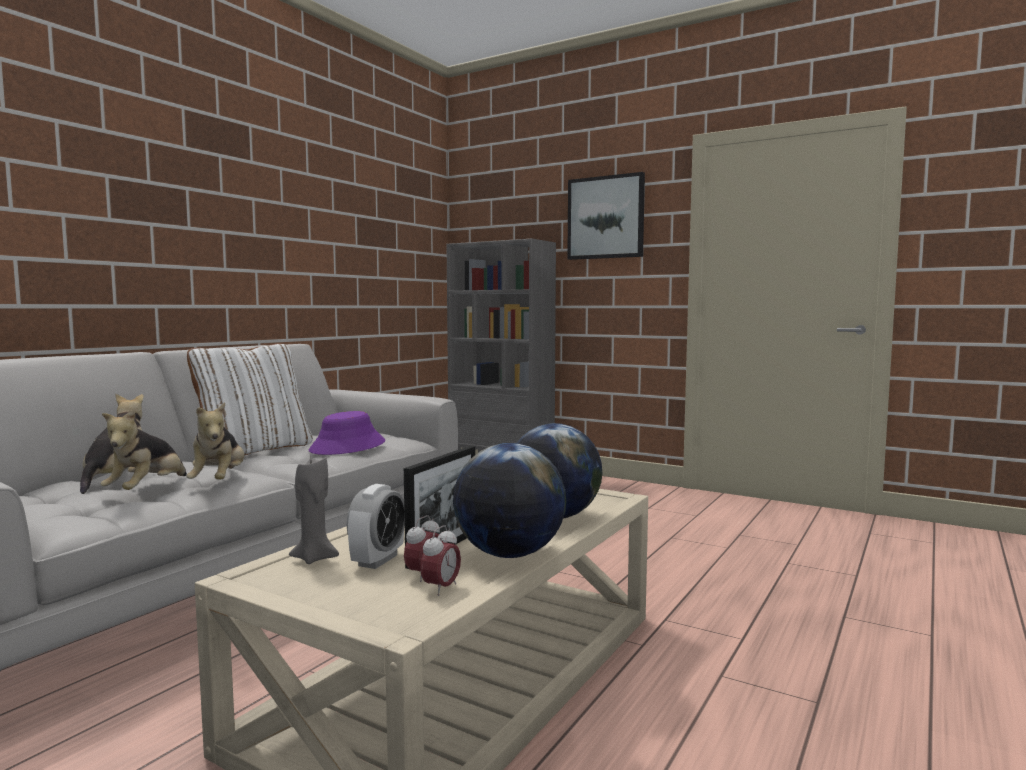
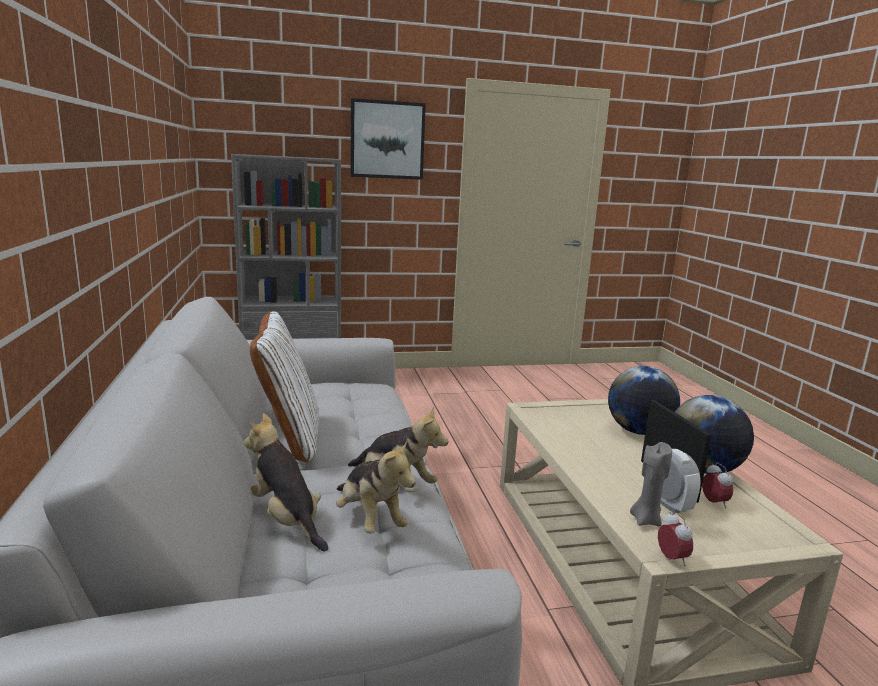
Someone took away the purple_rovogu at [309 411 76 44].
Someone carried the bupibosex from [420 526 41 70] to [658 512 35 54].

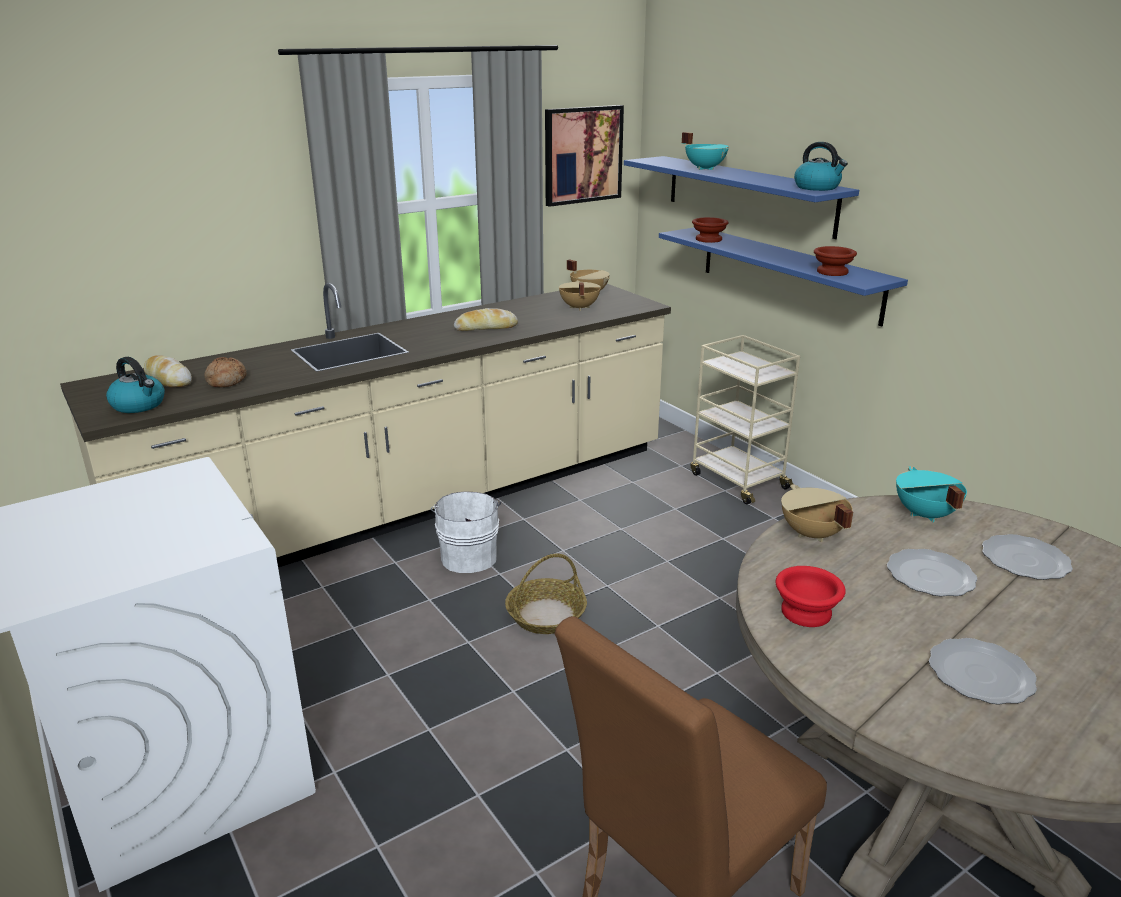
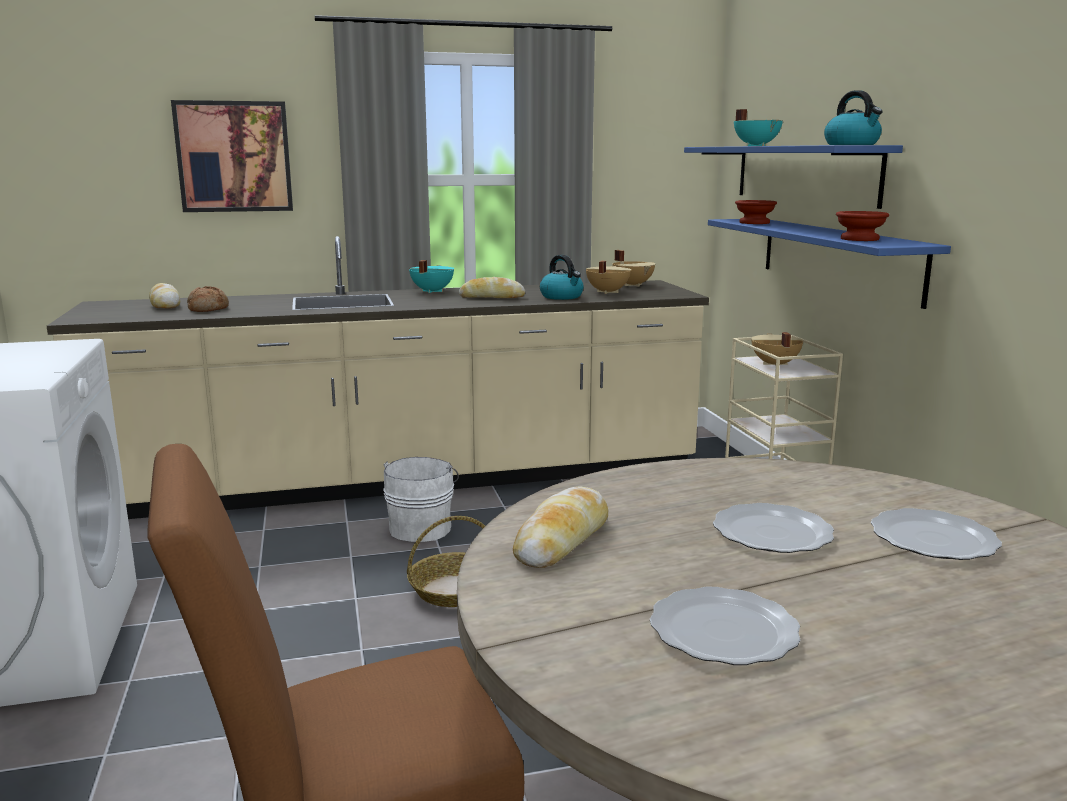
Someone carried the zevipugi from [106 357 59 56] to [540 255 44 45].
Someone carried the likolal from [545 105 79 102] to [171 100 122 112].
Someone carried the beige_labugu from [781 484 72 58] to [751 332 52 34].
Someone carried the turquoise_labugu from [896 466 71 56] to [409 260 45 33].
Someone swapped the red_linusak at [776 566 70 61] for the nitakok at [513 487 95 81].

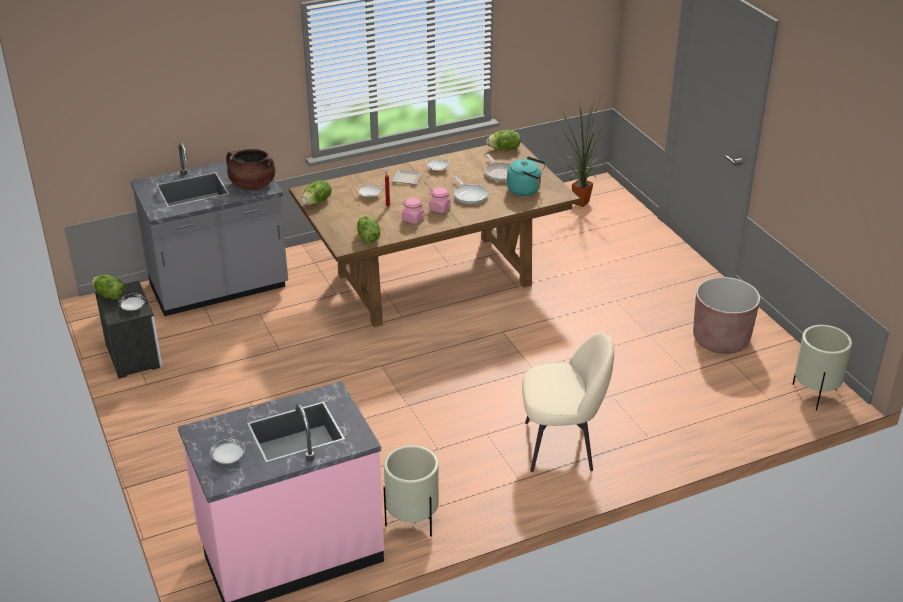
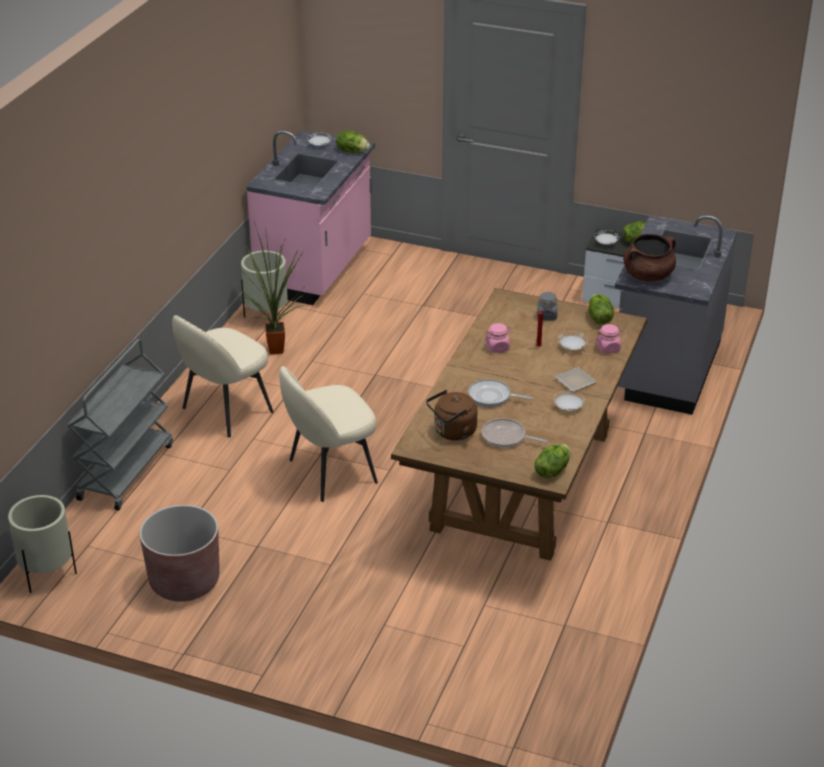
Someone put down the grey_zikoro at [67 339 106 171].
Someone put down the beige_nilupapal at [279 366 99 136].
Someone put down the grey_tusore at [537 292 21 28].
Someone carried the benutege from [357 216 23 27] to [336 131 34 22].
Someone carried the pink_tusore from [429 187 22 26] to [596 324 27 30].
Someone carried the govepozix from [557 100 55 107] to [237 222 68 132].
Someone repainted the turquoise_zevipugi at [507 156 39 40], which became the brown_zevipugi at [426 390 51 51].

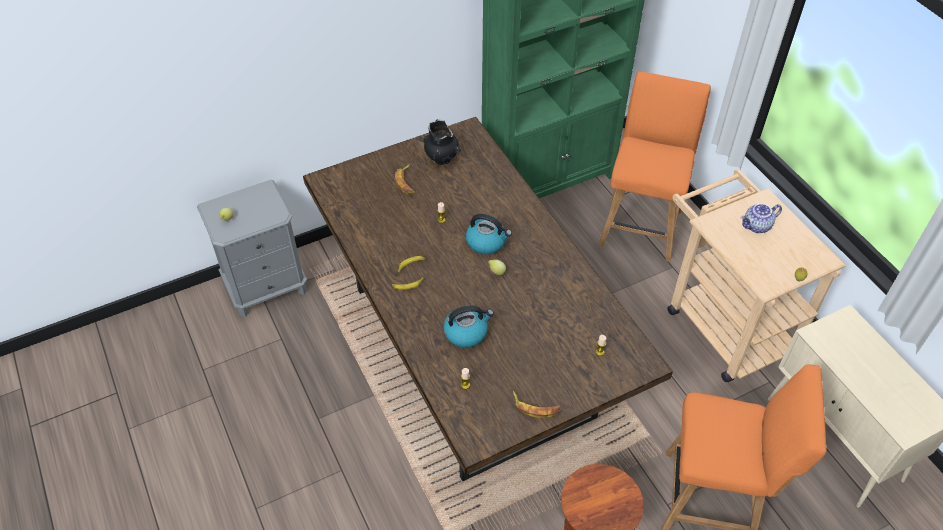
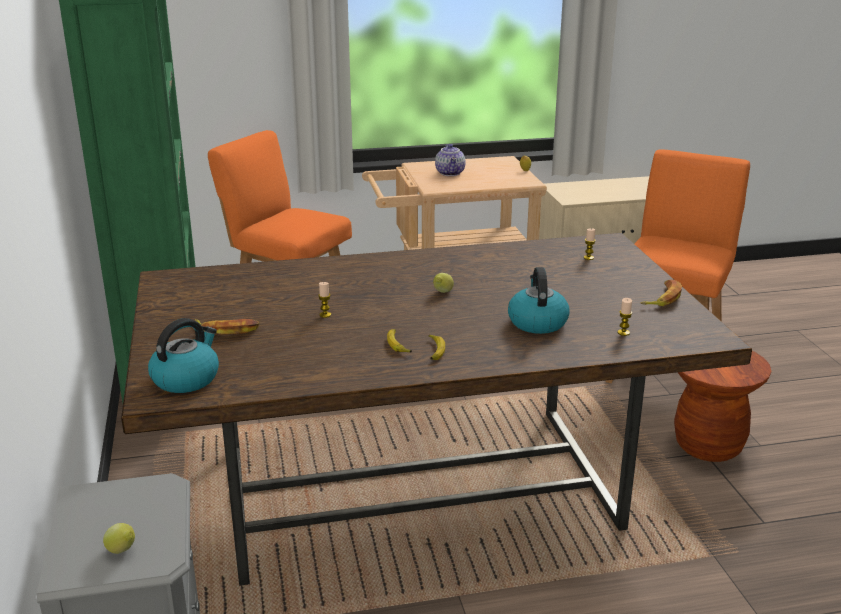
Someone took away the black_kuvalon at [423 119 38 46].
Someone carried the zevipugi from [466 214 46 40] to [148 318 71 75].

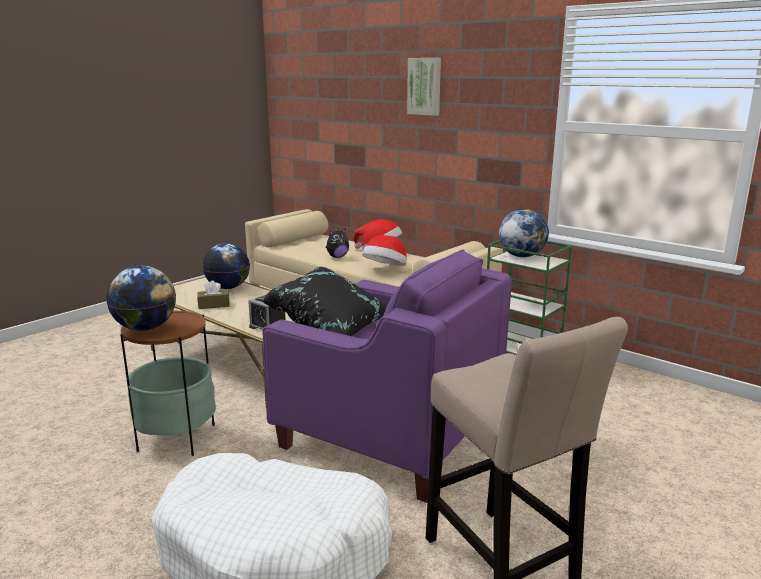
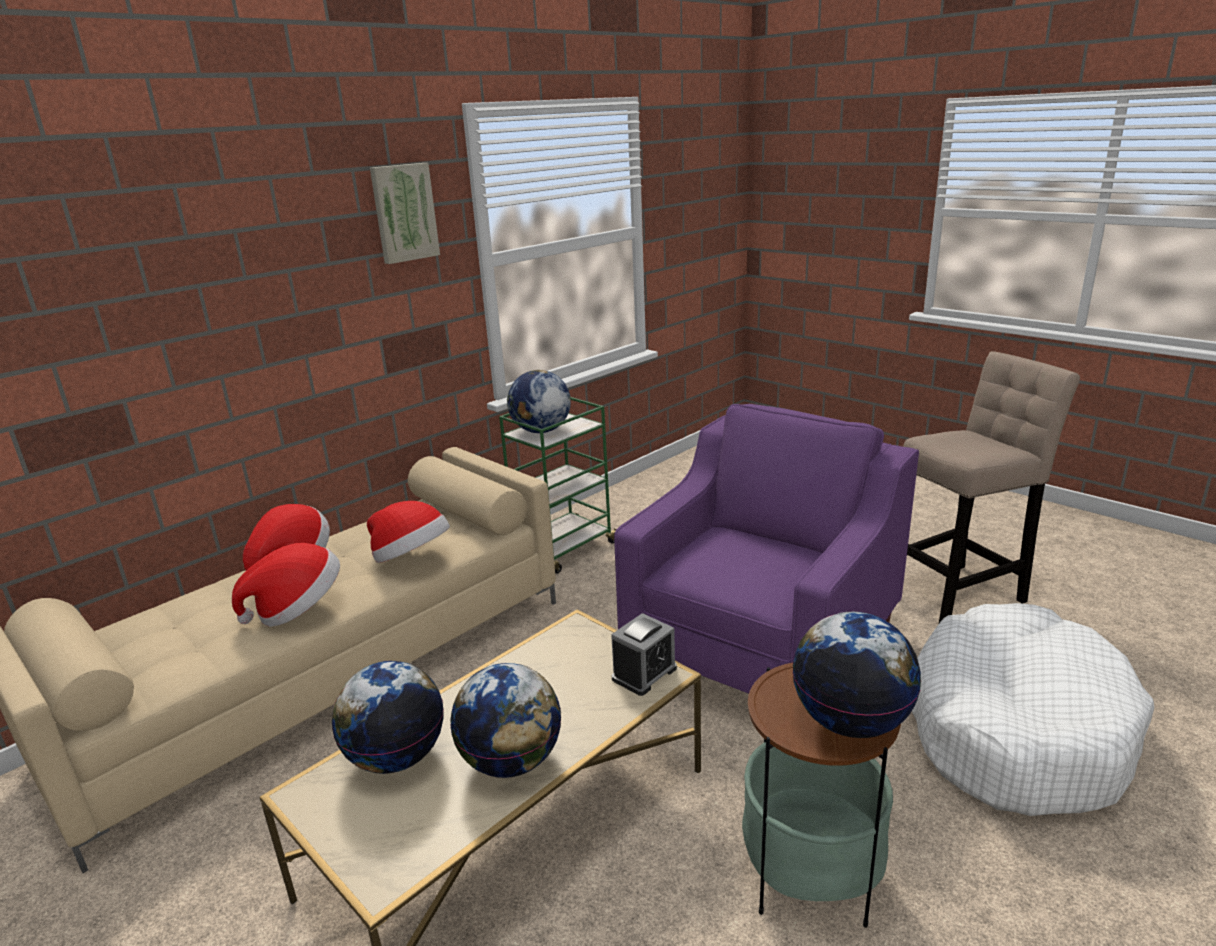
Someone took away the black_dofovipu at [262 267 125 69].
Someone carried the likolal from [407 58 34 58] to [370 163 70 101].
Someone swapped the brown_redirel at [197 281 33 28] for the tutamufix at [450 663 111 115].
Someone swapped the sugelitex at [326 228 23 30] for the rovogu at [232 543 108 84].

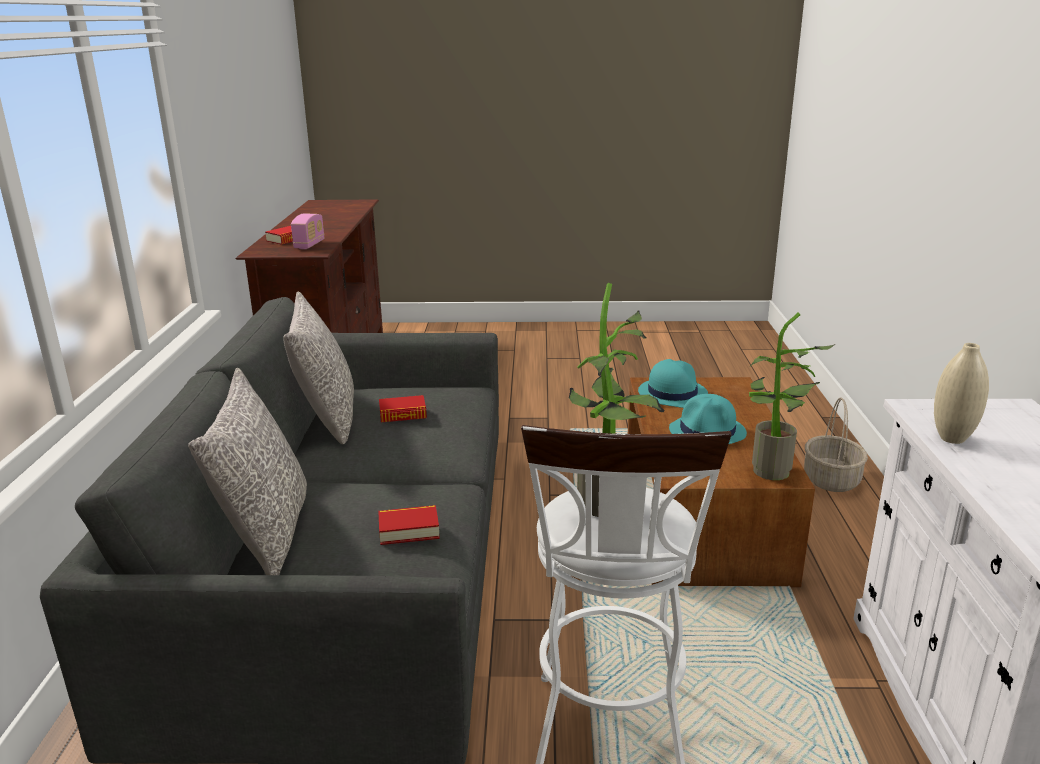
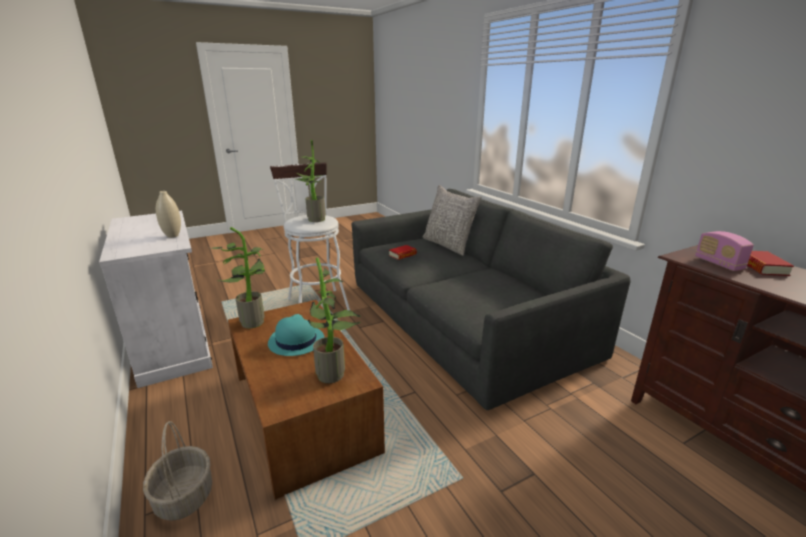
Someone took away the grey_dofovipu at [283 291 71 153].
Someone took away the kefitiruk at [379 395 48 27].
Someone swapped the turquoise_rovogu at [638 359 70 49] for the govepozix at [307 258 54 125].

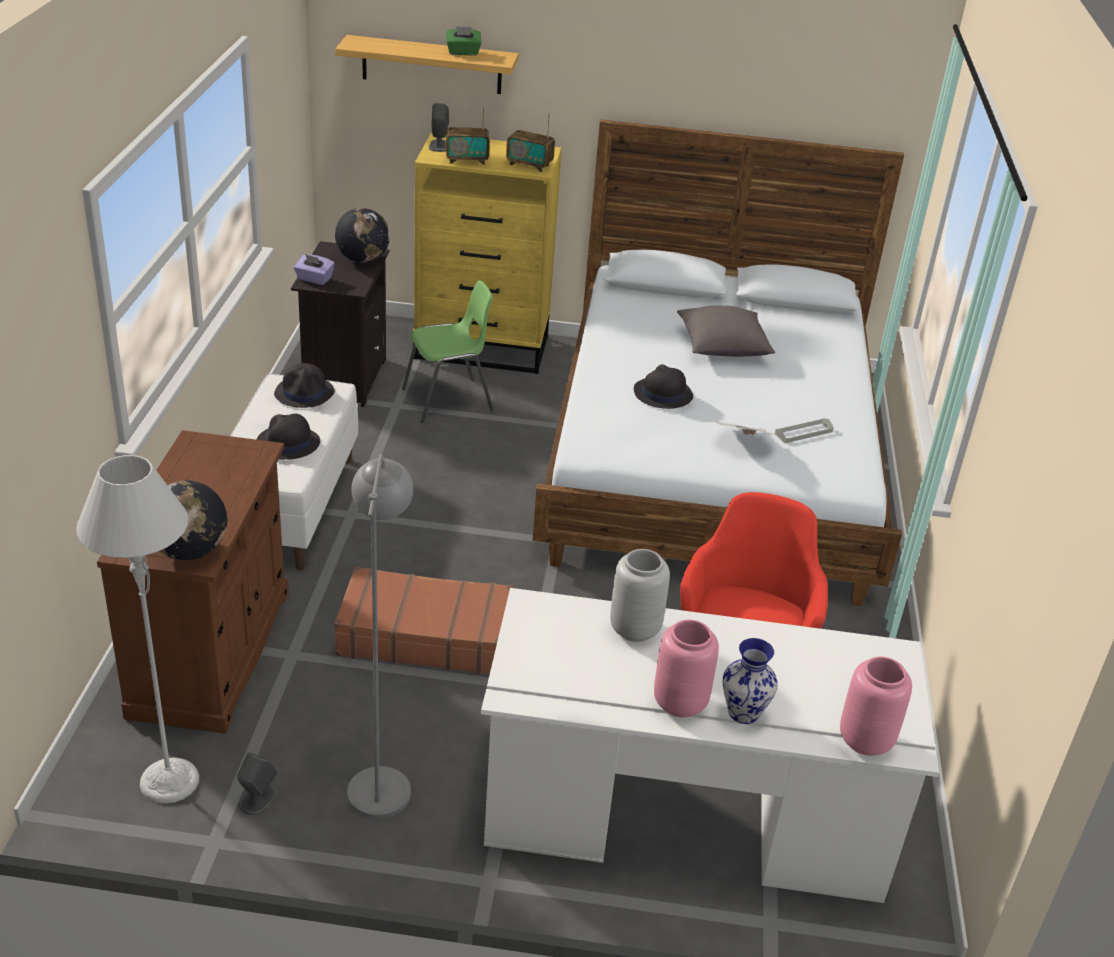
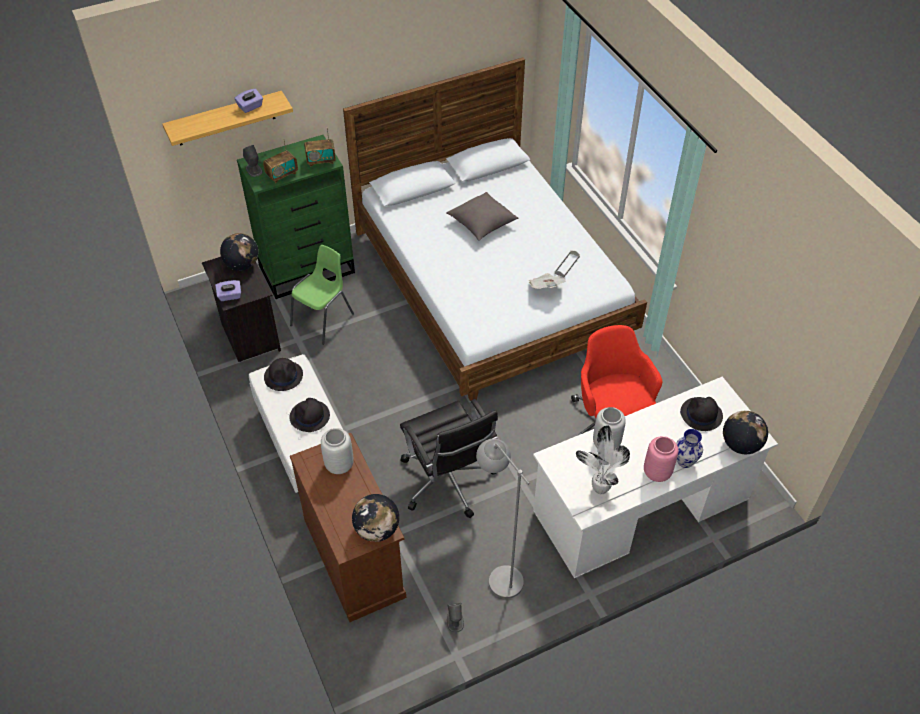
Someone took away the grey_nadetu at [76 455 123 349].
Someone put down the grey_kuvalon at [321 428 33 46].
Someone put down the govepozix at [576 425 54 69].
Someone carried the black_rovogu from [634 364 59 45] to [680 397 43 34].
Someone swapped the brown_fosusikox at [334 567 180 107] for the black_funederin at [400 399 98 119].
Someone swapped the pink_kuvalon at [840 656 72 100] for the tutamufix at [723 411 45 43].
Someone repainted the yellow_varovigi at [413 133 149 241], which became the green_varovigi at [237 135 118 164].
Someone repainted the green_redirel at [446 26 35 30], which became the purple_redirel at [235 89 28 24].

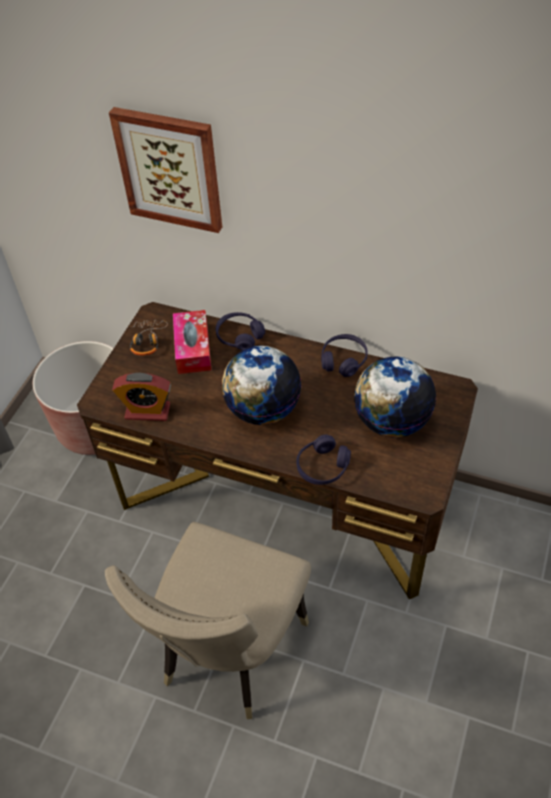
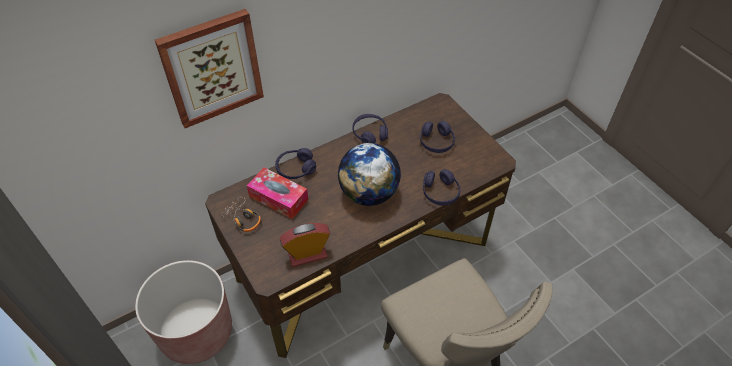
Someone swapped the tutamufix at [354 356 82 82] for the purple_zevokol at [420 121 35 32].
Someone rotated the bupibosex at [112 373 59 48] by 150 degrees counterclockwise.

